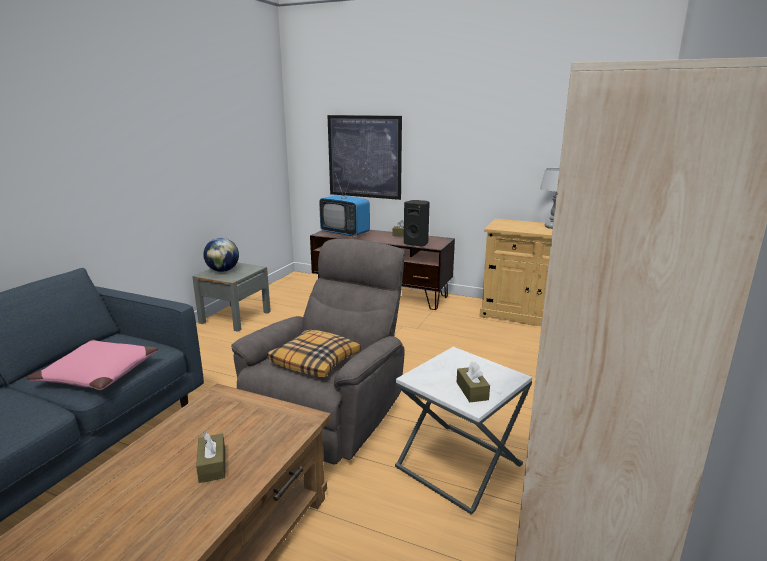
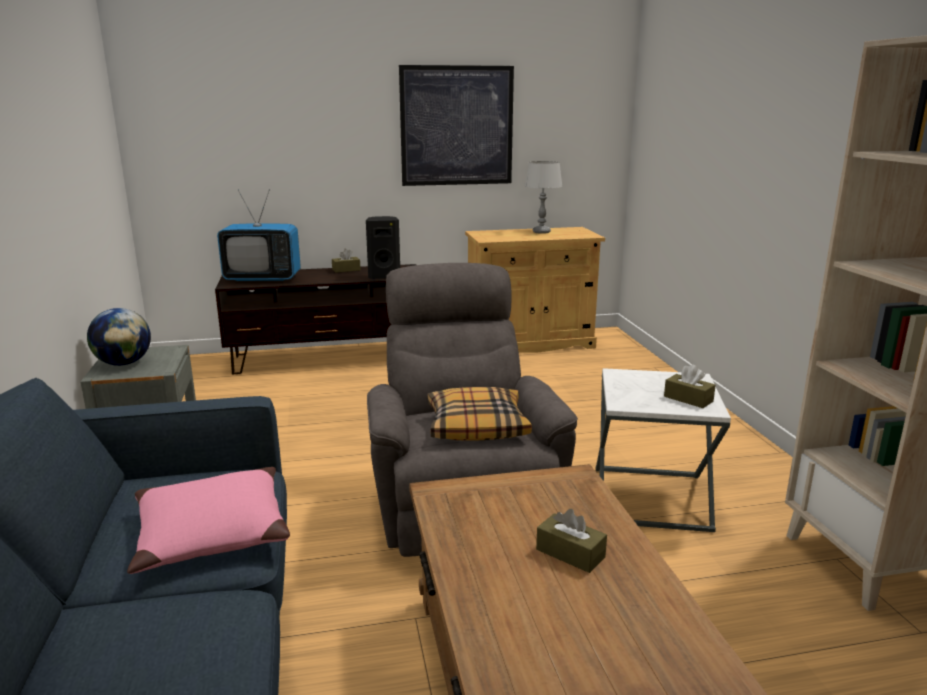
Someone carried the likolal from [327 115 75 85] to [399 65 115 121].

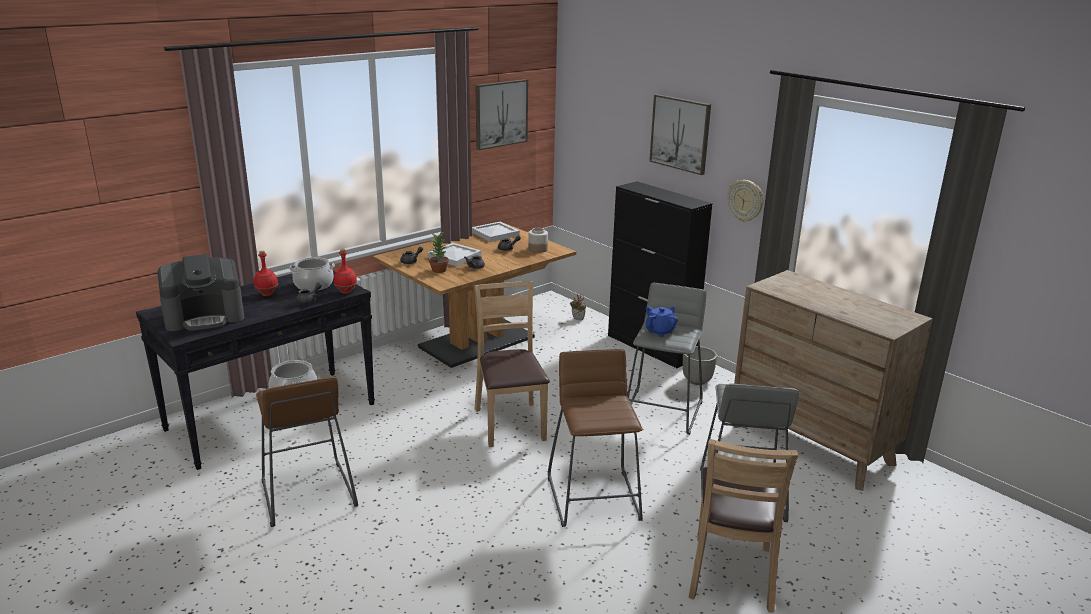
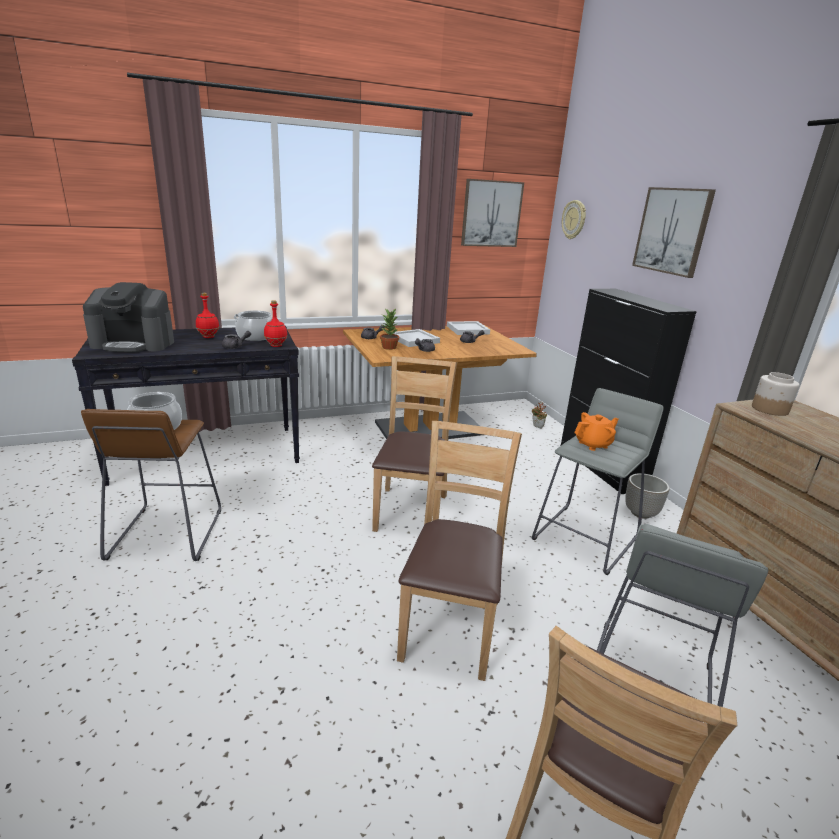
Someone carried the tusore from [528 228 20 25] to [752 372 48 44].
Someone carried the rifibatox from [728 180 36 42] to [562 200 24 39].
Someone swapped the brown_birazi at [548 349 95 178] for the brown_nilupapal at [397 421 125 260].
Someone repainted the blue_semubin at [645 306 33 31], which became the orange_semubin at [574 412 44 39].

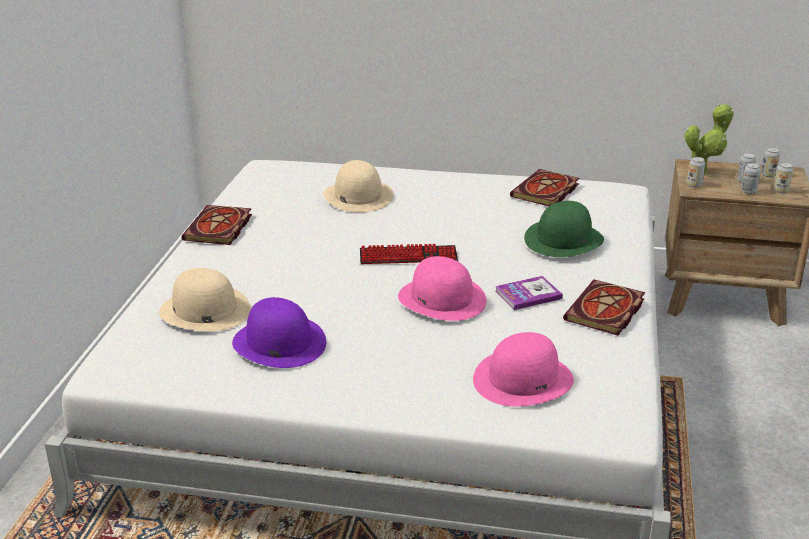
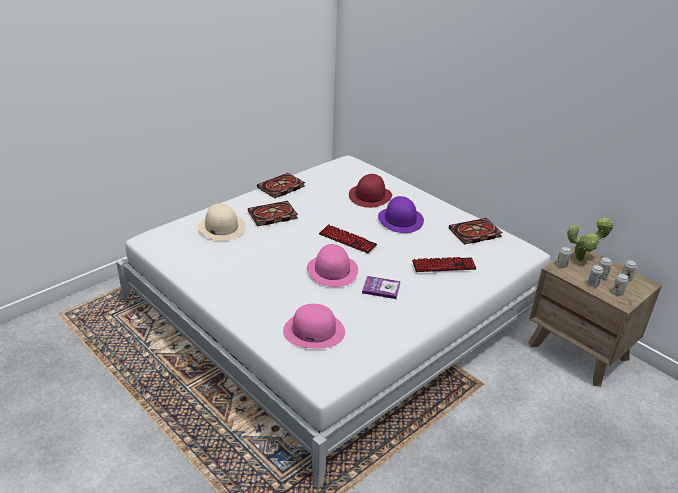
Someone carried the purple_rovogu from [232 297 94 71] to [378 196 46 37].
Someone carried the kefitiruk from [563 280 82 55] to [248 201 50 25].
Someone swapped the green_rovogu at [524 201 80 56] for the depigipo at [412 257 64 15].
Someone repainted the beige_rovogu at [323 160 70 53], which became the red_rovogu at [349 174 43 34].

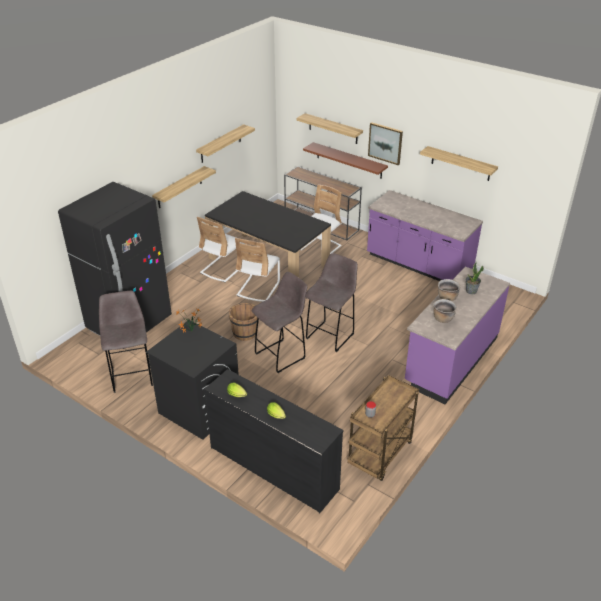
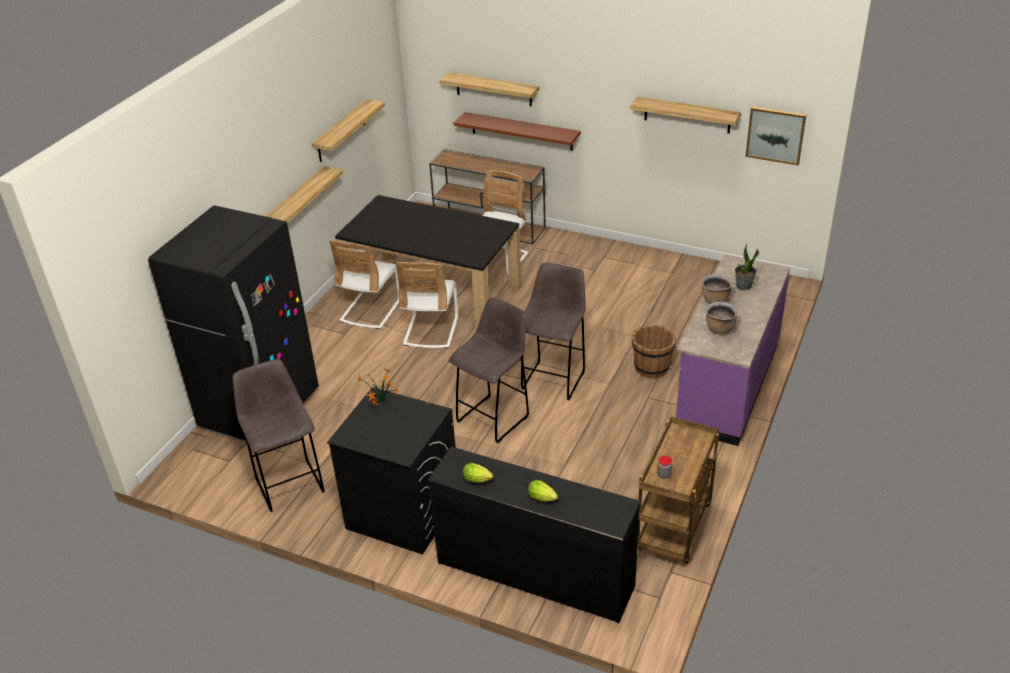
Someone took away the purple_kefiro at [367 190 116 91].
Someone carried the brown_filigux from [229 303 29 38] to [632 325 44 53].
Someone carried the likolal from [368 122 35 43] to [745 107 61 58].

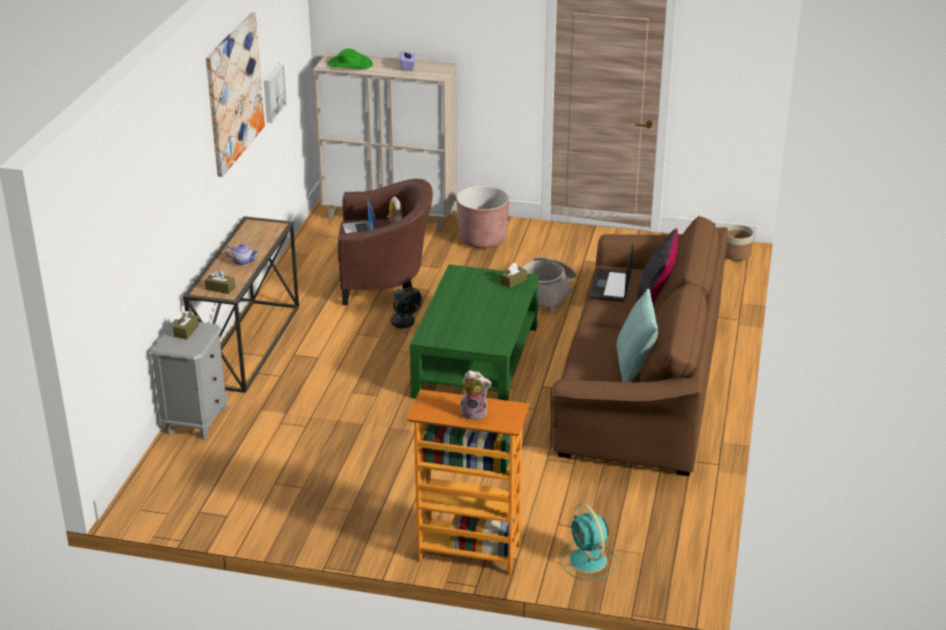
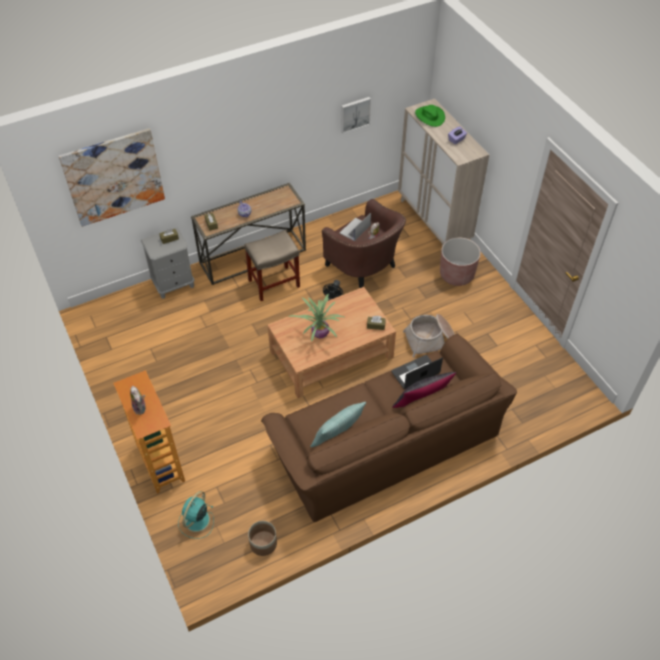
Someone put down the beige_birazi at [244 230 56 71].
Someone put down the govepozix at [288 294 58 48].
Someone carried the likolal from [206 12 59 165] to [59 128 106 99].
Someone carried the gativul from [725 224 29 37] to [248 521 29 35].
Someone repainted the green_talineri at [410 264 128 137], which became the brown_talineri at [267 287 129 111].

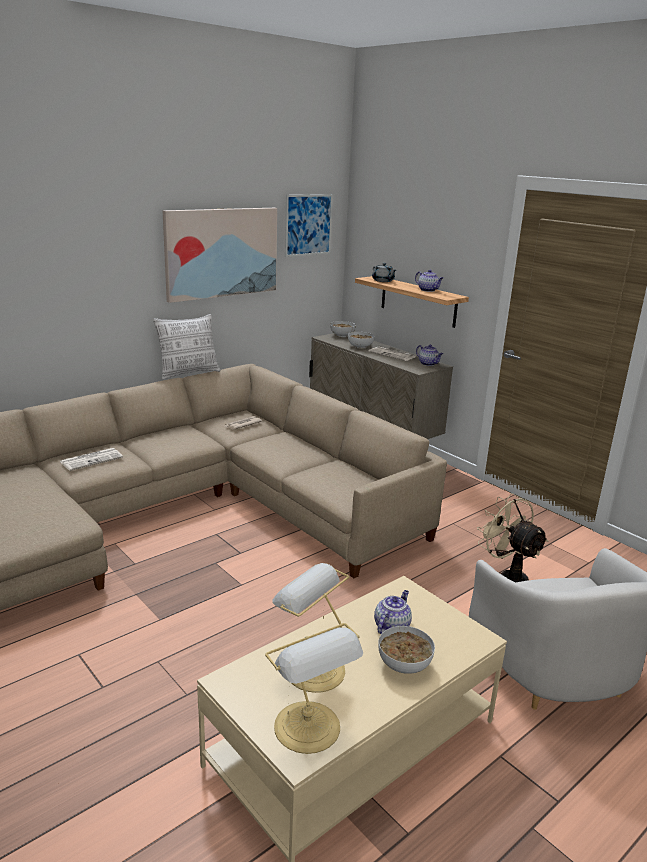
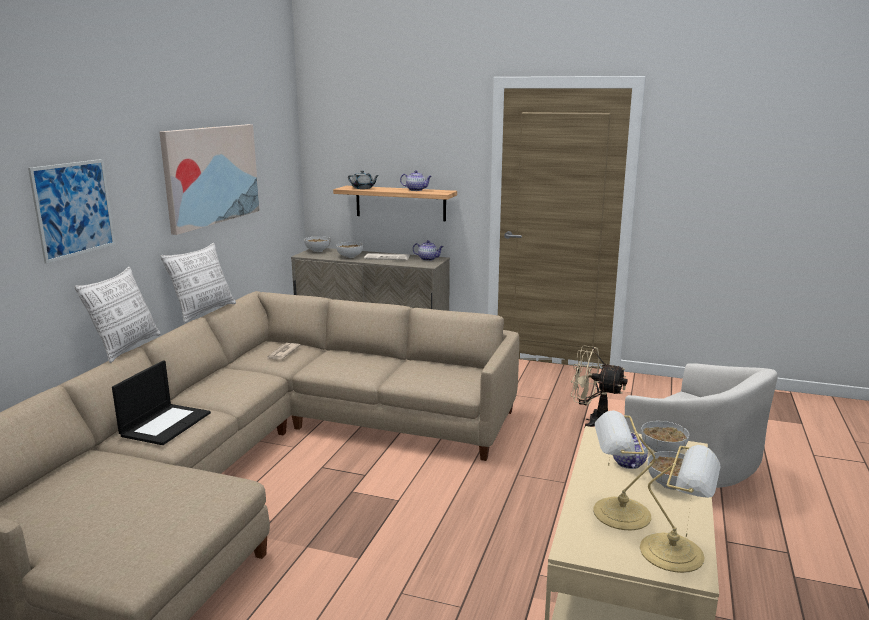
Someone put down the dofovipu at [75 267 86 96].
Someone put down the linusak at [641 421 48 31].
Someone carried the likolal from [285 194 48 63] to [28 159 87 105].
Someone swapped the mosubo at [60 448 63 23] for the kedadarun at [112 360 99 85].

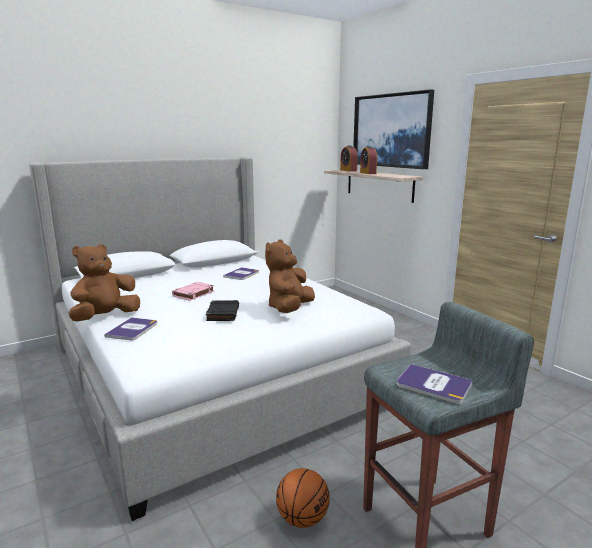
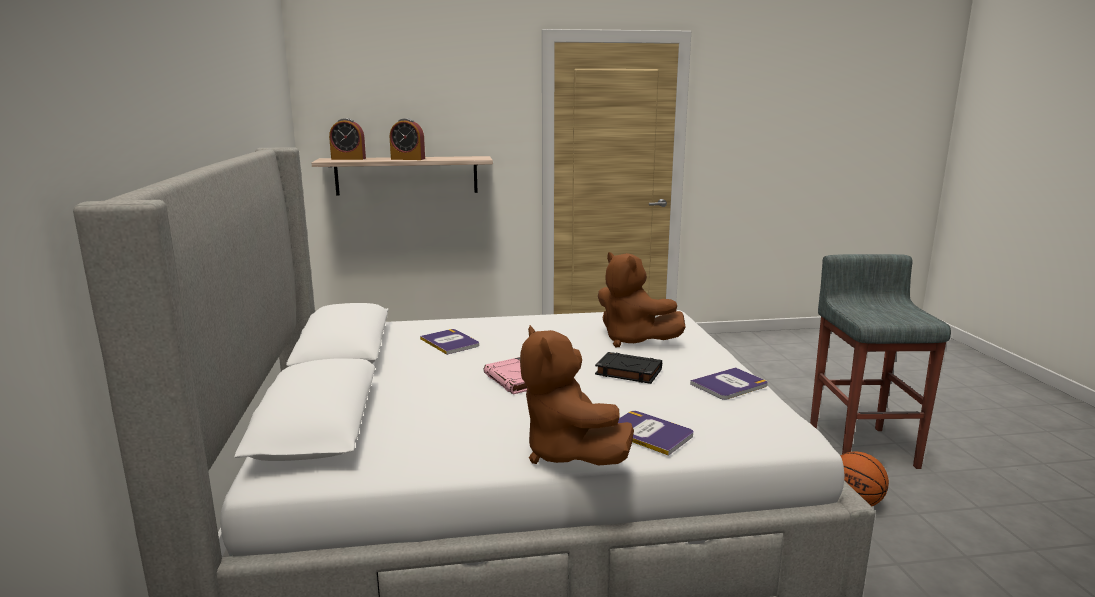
Someone took away the likolal at [353 89 81 80].
Someone carried the kefitiruk from [397 364 76 40] to [690 367 77 33].

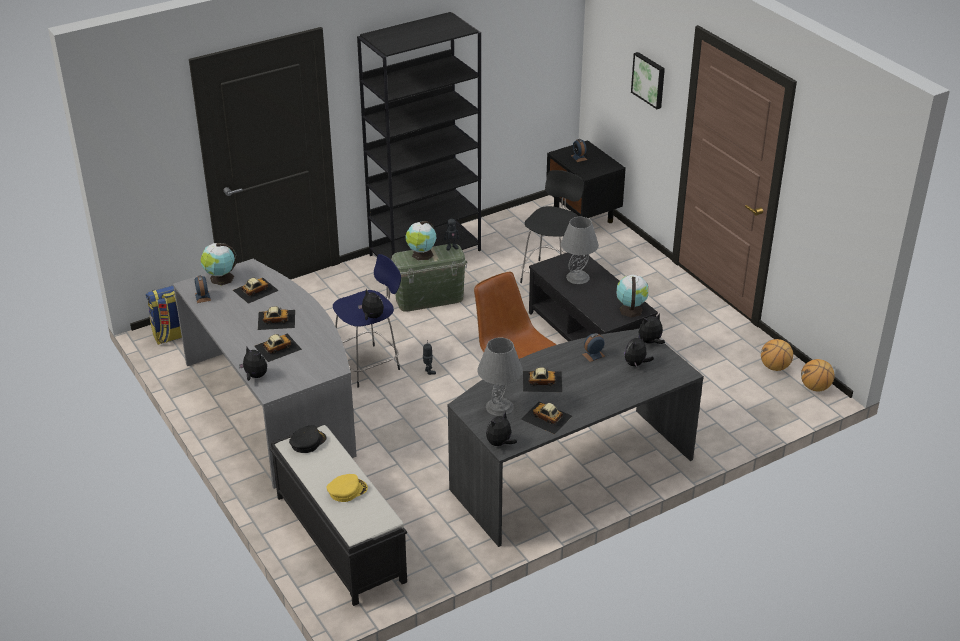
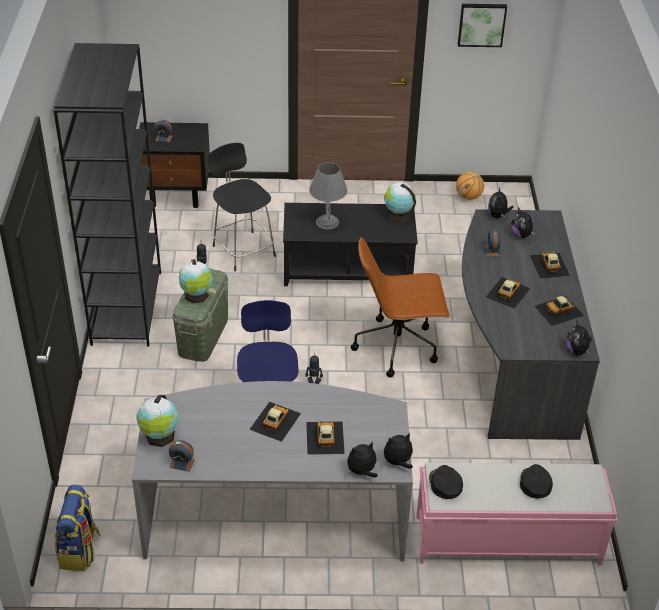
Someone took away the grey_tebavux at [477 338 46 78].
Someone took away the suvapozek at [801 359 33 33].
Someone carried the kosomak from [233 277 46 27] to [530 252 40 26].
Someone carried the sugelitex from [358 289 26 31] to [384 433 29 36].
Someone carried the likolal from [631 52 34 57] to [458 4 49 43].
Someone repainted the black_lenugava at [270 425 137 181], which became the pink_lenugava at [416 462 202 103].
Someone repainted the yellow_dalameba at [327 474 41 28], which became the black_dalameba at [520 464 33 34].

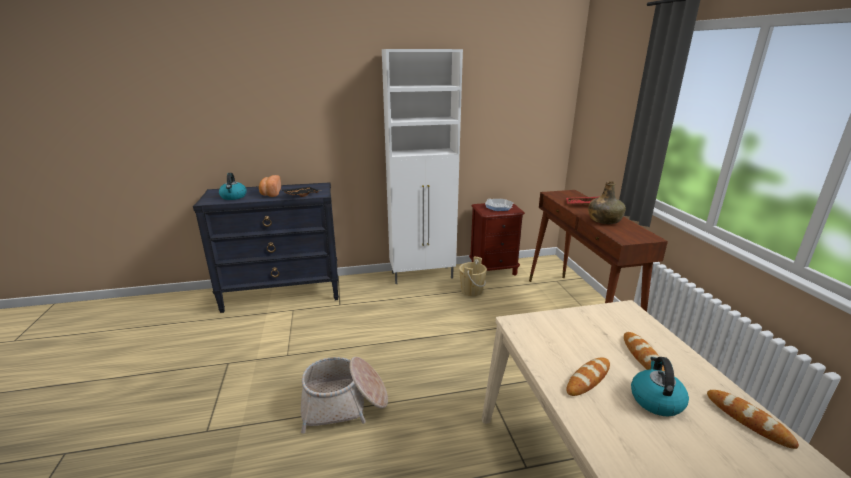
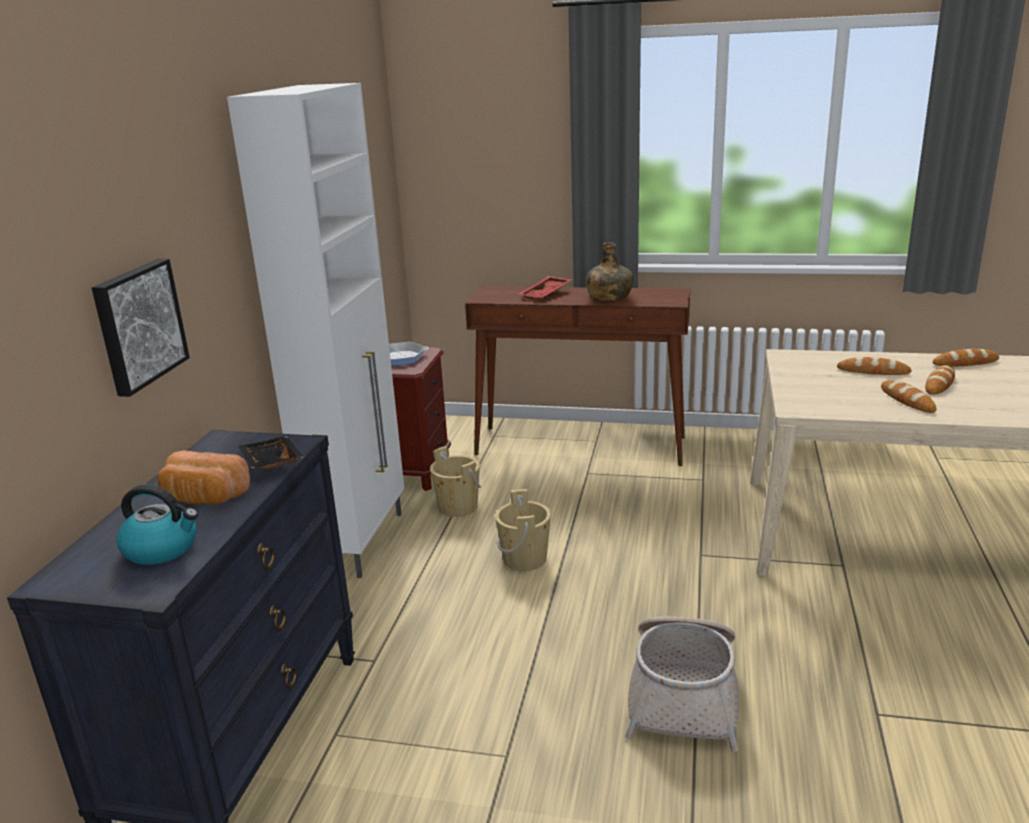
Someone put up the likolal at [92 259 98 138].
Someone put down the beige_filigux at [495 489 56 82].
Someone swapped the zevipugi at [631 357 58 59] for the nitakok at [925 365 30 30].

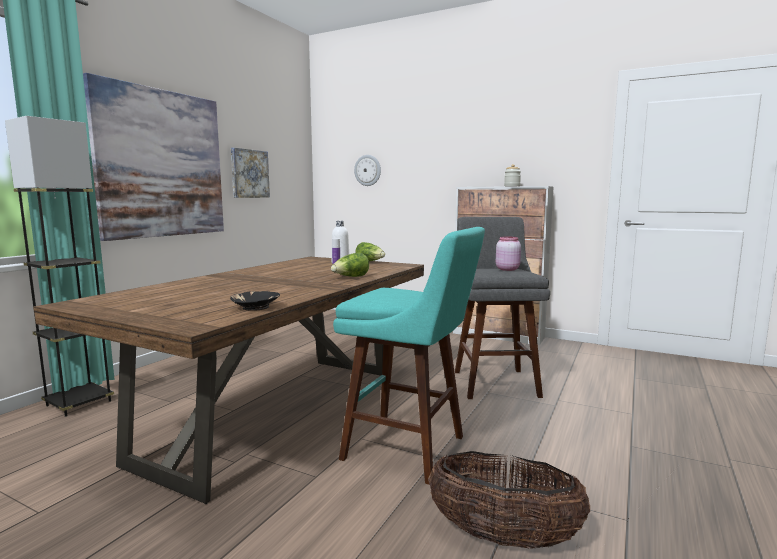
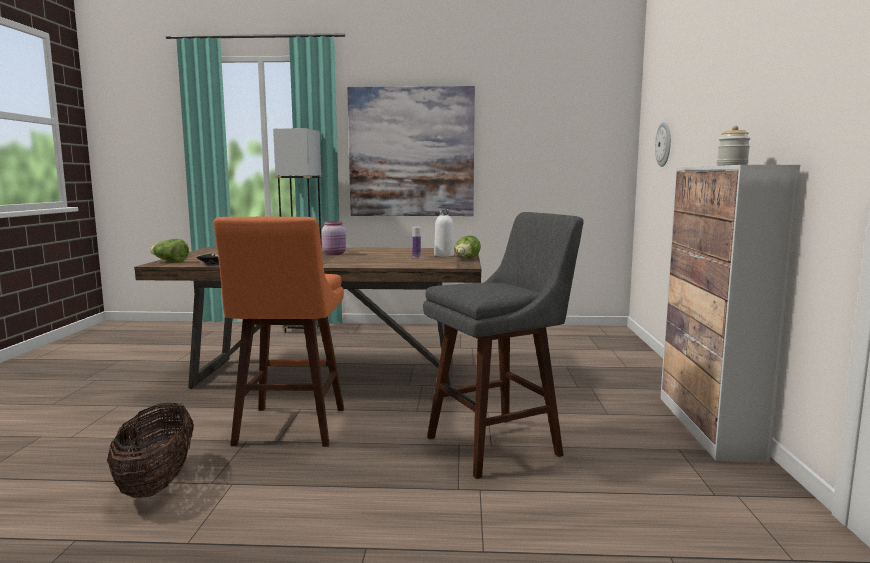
Someone took away the likolal at [231 148 39 50].
Someone carried the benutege from [331 253 38 24] to [150 239 39 24].
Someone carried the pink_tusore from [496 237 25 34] to [322 221 24 34].
Someone repainted the turquoise_birazi at [333 227 152 258], which became the orange_birazi at [214 217 130 230].

